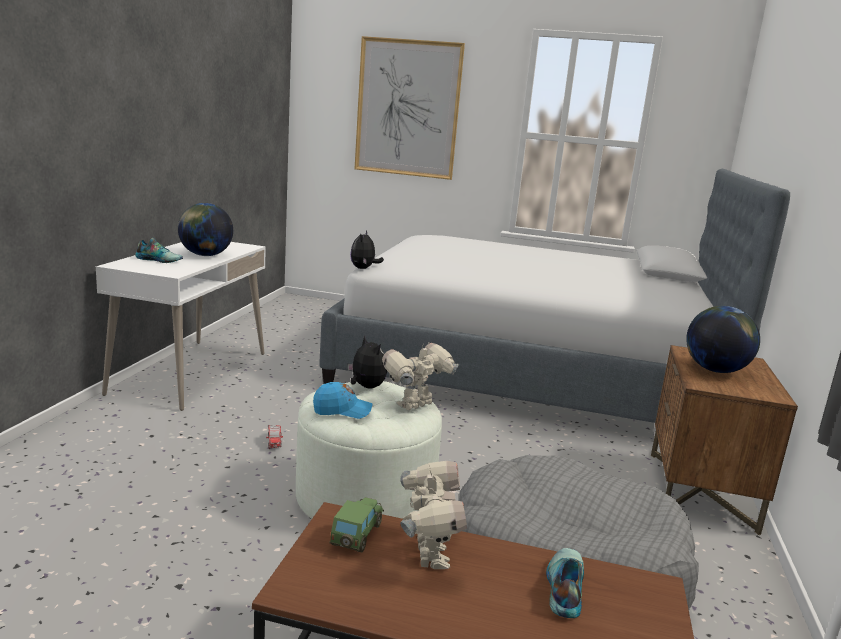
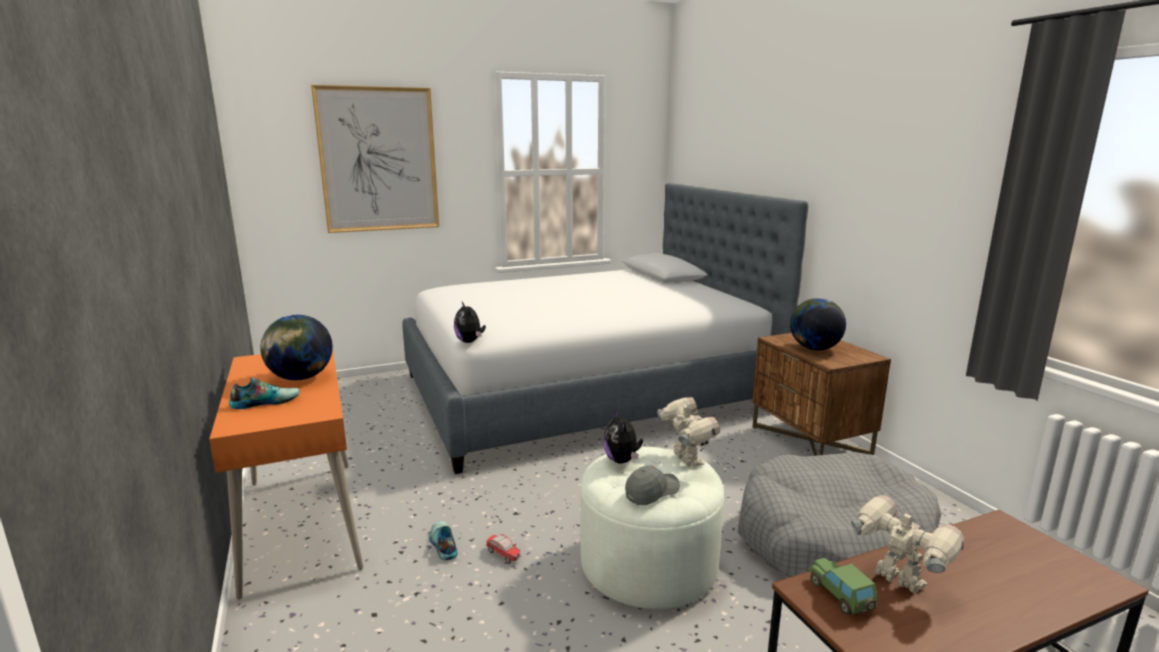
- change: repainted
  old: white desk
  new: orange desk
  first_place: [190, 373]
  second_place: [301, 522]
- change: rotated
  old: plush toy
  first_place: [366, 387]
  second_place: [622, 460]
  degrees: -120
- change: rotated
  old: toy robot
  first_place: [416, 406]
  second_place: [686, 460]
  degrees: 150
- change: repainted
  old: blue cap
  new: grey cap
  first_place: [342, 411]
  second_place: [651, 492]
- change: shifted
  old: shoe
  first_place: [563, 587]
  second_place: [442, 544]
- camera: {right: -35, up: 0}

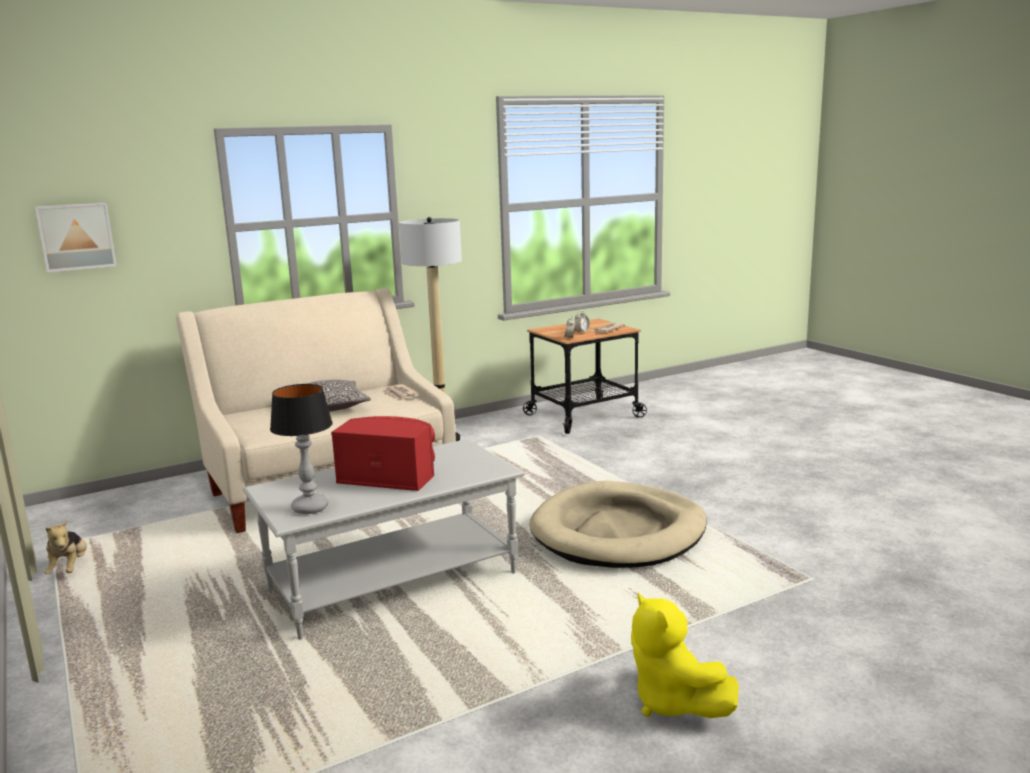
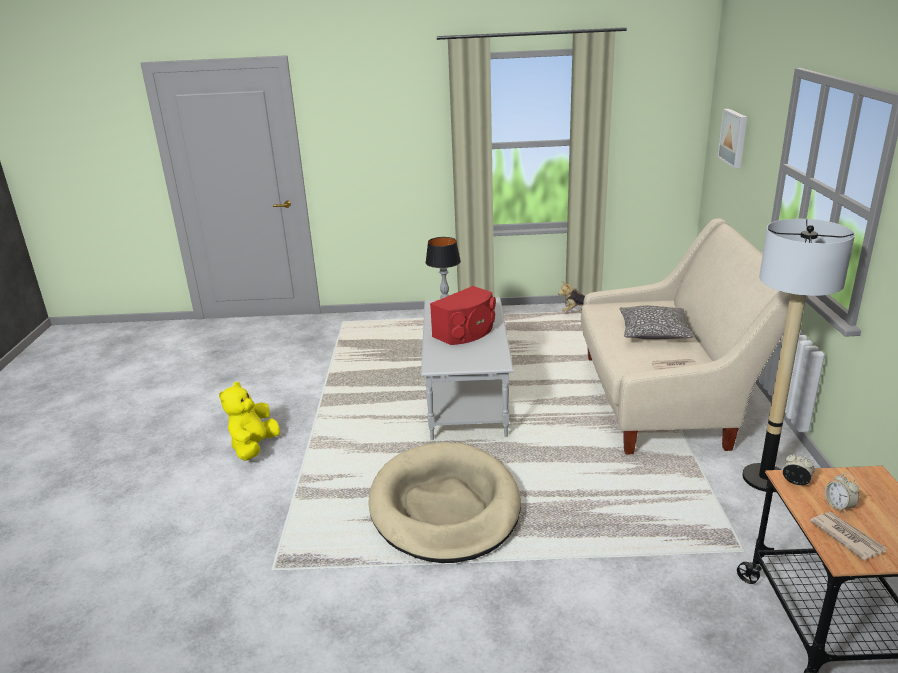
- change: rotated
  old: yellow plush toy
  first_place: [673, 702]
  second_place: [254, 447]
  degrees: -75
- camera: {right: 120, up: 10}

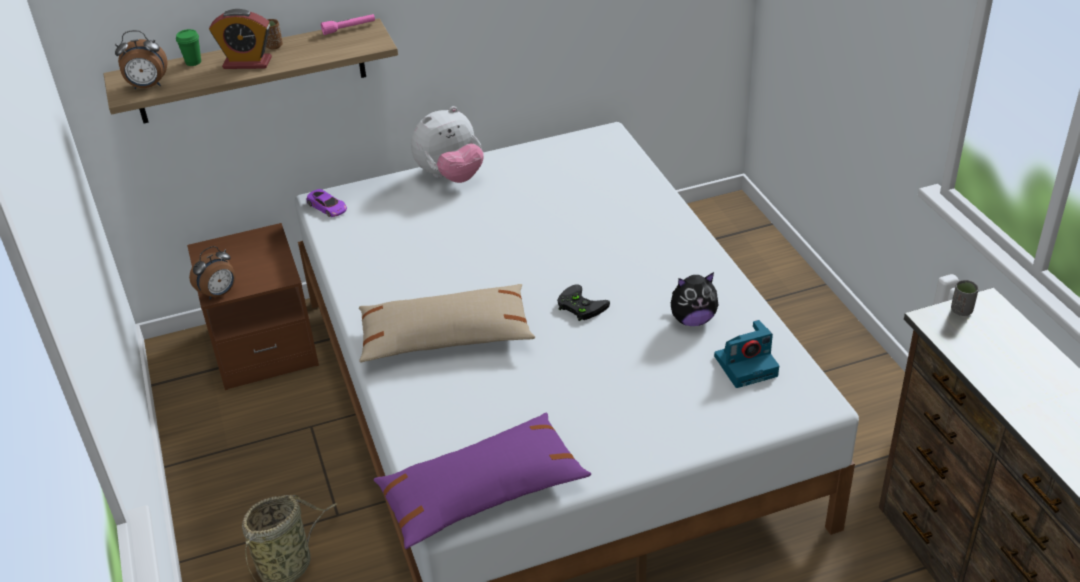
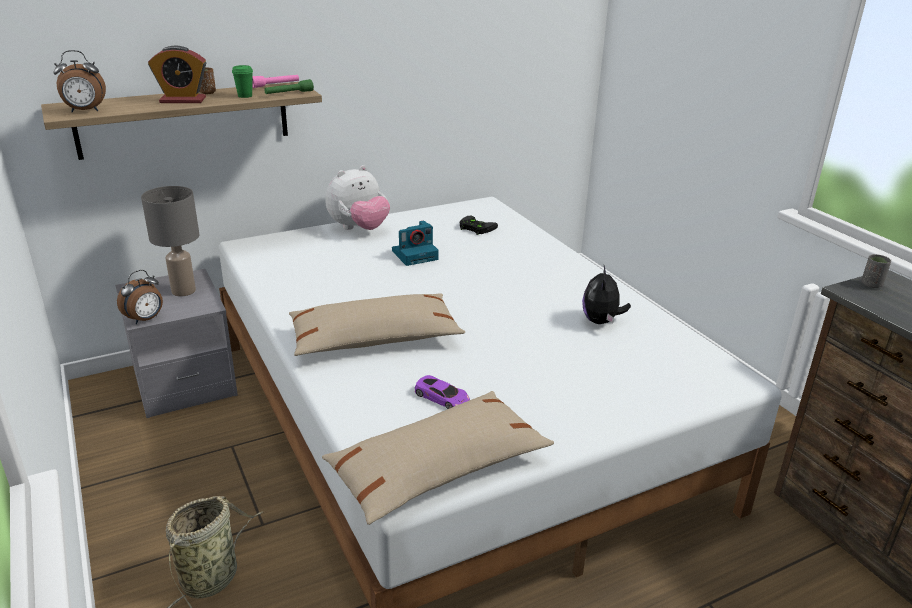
- change: shifted
  old: green cup
  first_place: [193, 62]
  second_place: [245, 96]
- change: shifted
  old: purple toy car
  first_place: [327, 207]
  second_place: [442, 397]
- change: repainted
  old: brown nightstand
  new: grey nightstand
  first_place: [263, 346]
  second_place: [184, 382]
- change: rotated
  old: plush toy
  first_place: [692, 320]
  second_place: [601, 321]
  degrees: 120
- change: shifted
  old: black game controller
  first_place: [579, 306]
  second_place: [475, 227]
- change: shifted
  old: photo camera
  first_place: [746, 365]
  second_place: [415, 255]
- change: repainted
  old: purple pillow
  new: beige pillow
  first_place: [482, 492]
  second_place: [438, 469]
- change: new
  new: green flashlight
  second_place: [289, 93]
- change: new
  new: grey table lamp
  second_place: [183, 291]
- camera: {right: -10, up: -10}

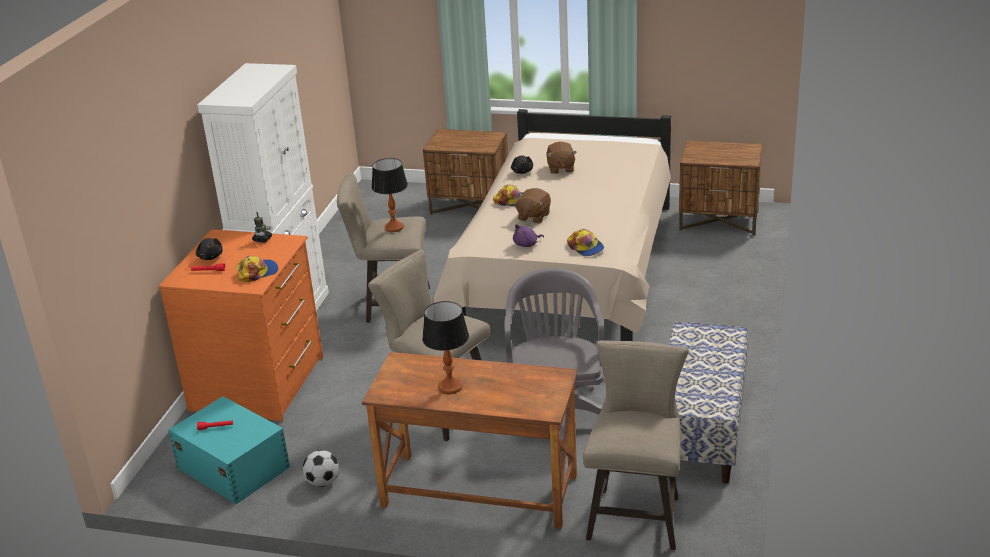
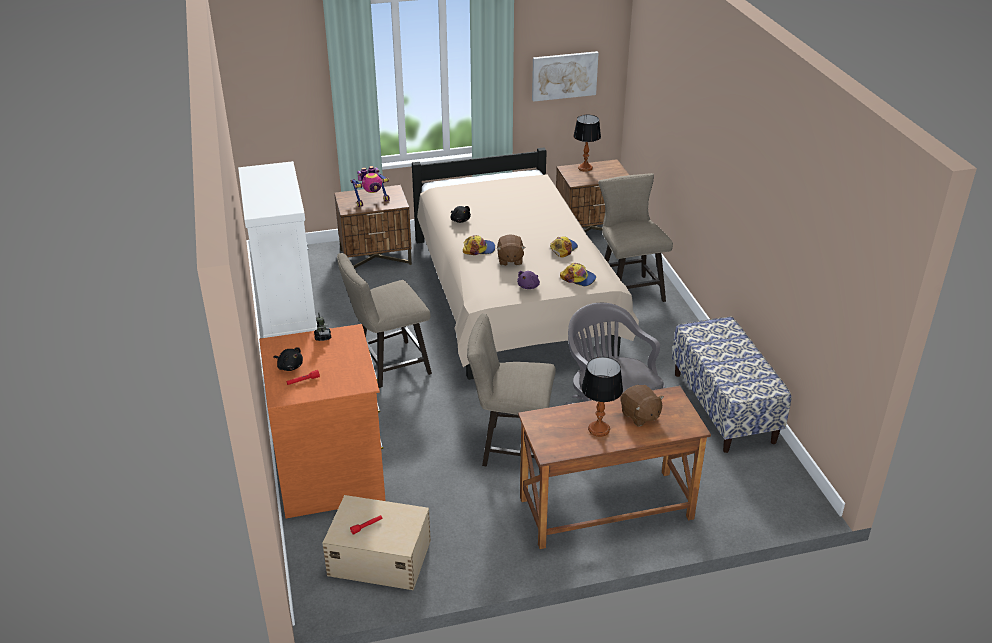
- change: shifted
  old: brown plush toy
  first_place: [560, 168]
  second_place: [640, 416]
- change: shifted
  old: table lamp
  first_place: [394, 227]
  second_place: [585, 168]
- change: shifted
  old: cap
  first_place: [257, 272]
  second_place: [563, 248]
- change: shifted
  old: beige stool
  first_place: [636, 513]
  second_place: [628, 289]
- change: repainted
  old: turquoise storage box
  new: beige storage box
  first_place: [233, 467]
  second_place: [378, 557]
- change: gone
  old: football
  first_place: [323, 482]
- change: new
  new: picture
  second_place: [564, 75]
- change: new
  new: toy robot
  second_place: [372, 201]
- camera: {right: -30, up: 5}

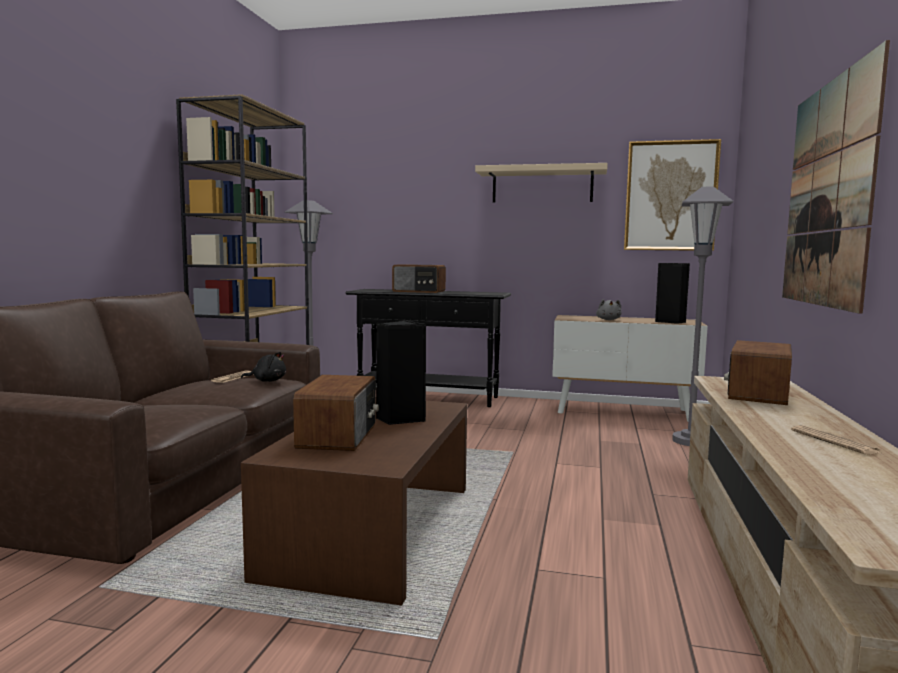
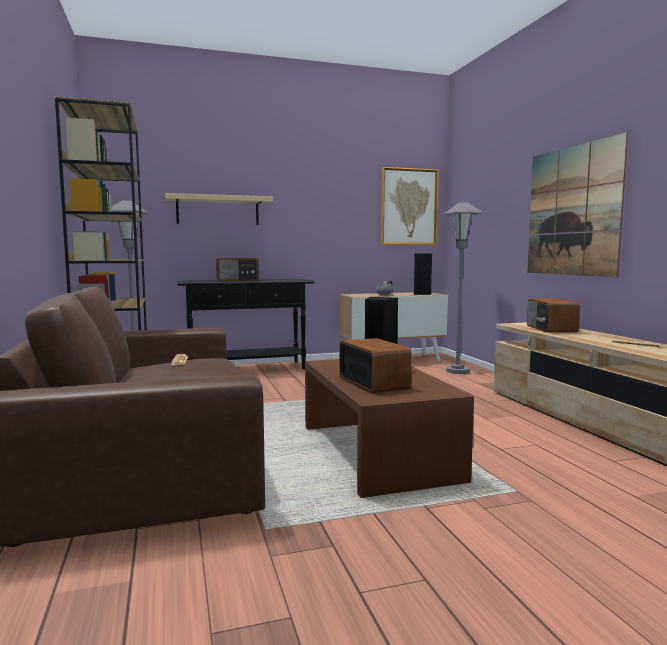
- change: shifted
  old: beige shelf
  first_place: [542, 185]
  second_place: [218, 211]
- change: gone
  old: black plush toy
  first_place: [267, 381]
- camera: {right: -30, up: 0}

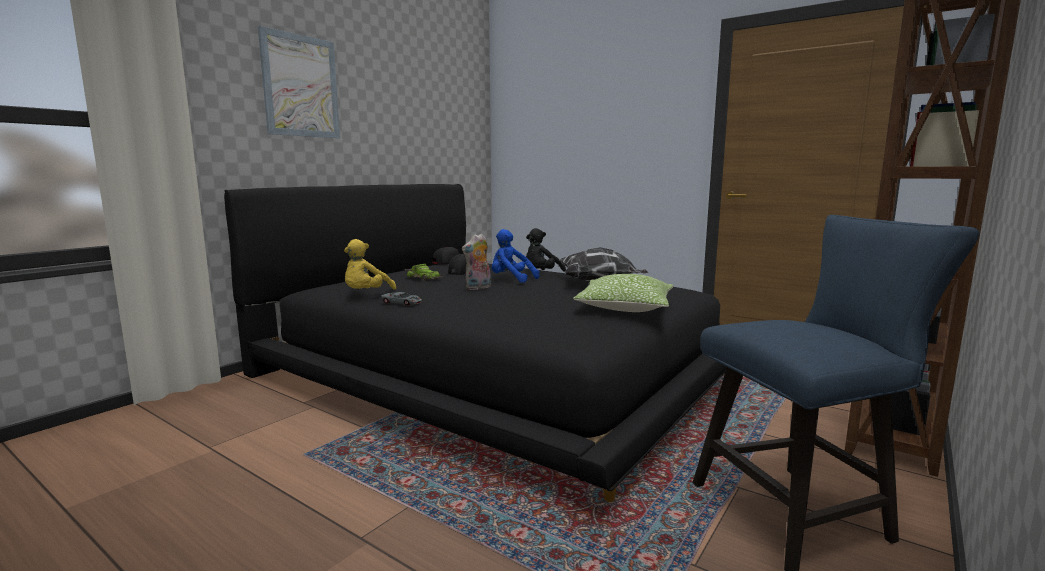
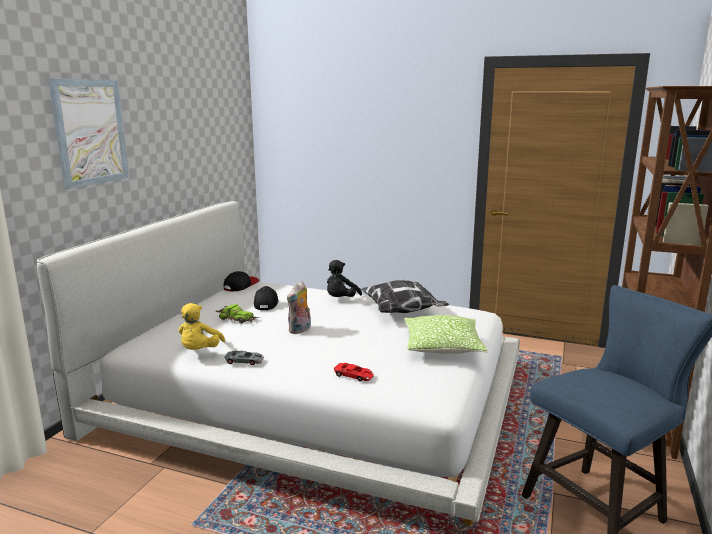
- change: repainted
  old: black bed
  new: white bed
  first_place: [494, 371]
  second_place: [312, 399]
- change: gone
  old: blue plush toy
  first_place: [511, 279]
- change: new
  new: red toy car
  second_place: [354, 375]
- camera: {right: -15, up: 5}

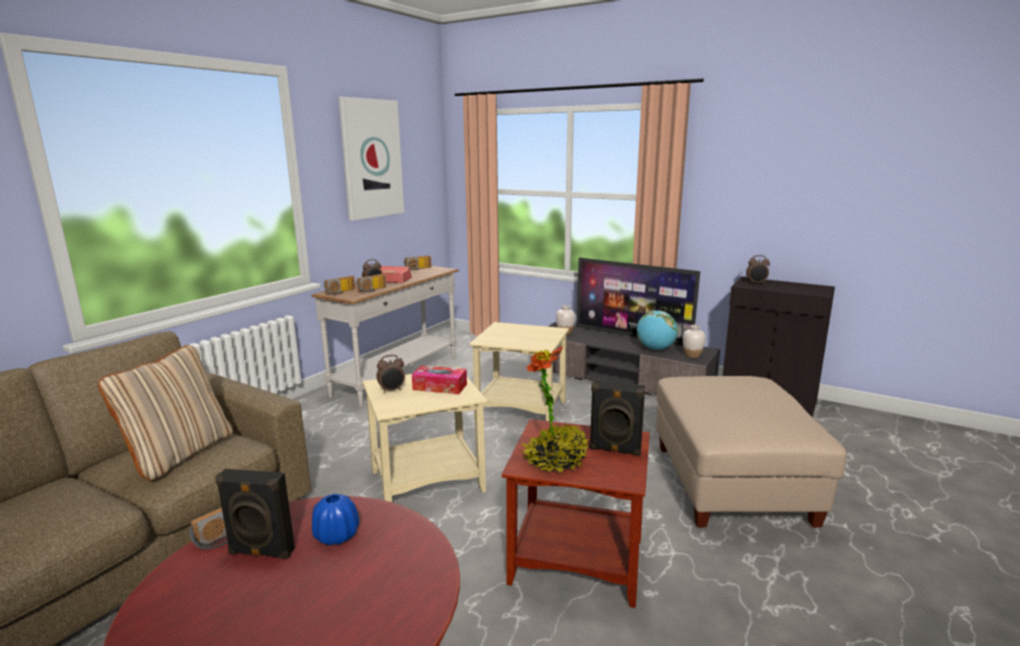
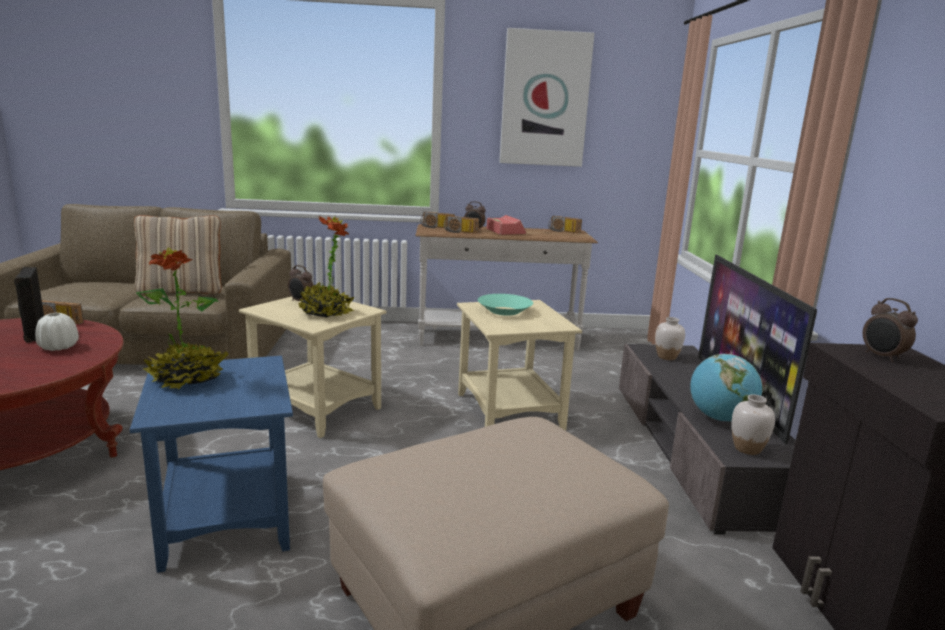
- change: swapped
  old: tissue box
  new: potted plant
  first_place: [440, 387]
  second_place: [326, 313]
- change: gone
  old: black speaker
  first_place: [615, 450]
- change: repainted
  old: brown side table
  new: blue side table
  first_place: [576, 562]
  second_place: [223, 517]
- change: repainted
  old: blue vase
  new: white vase
  first_place: [336, 536]
  second_place: [59, 347]
- change: new
  new: turquoise bowl
  second_place: [504, 311]
- camera: {right: 55, up: 0}

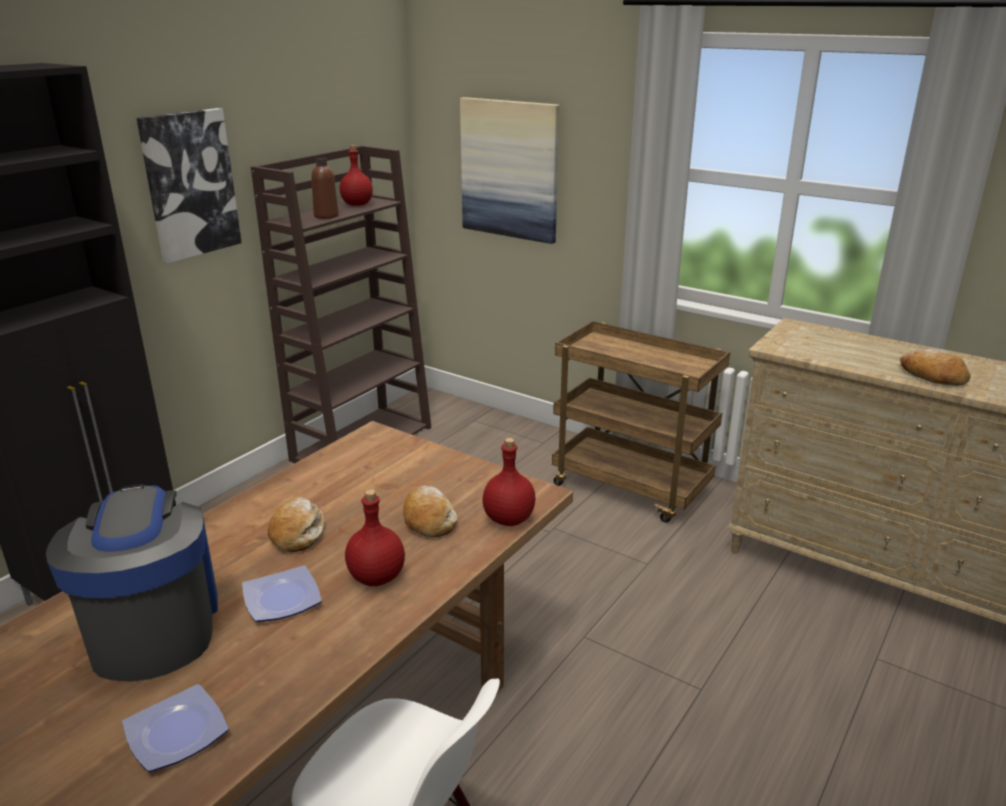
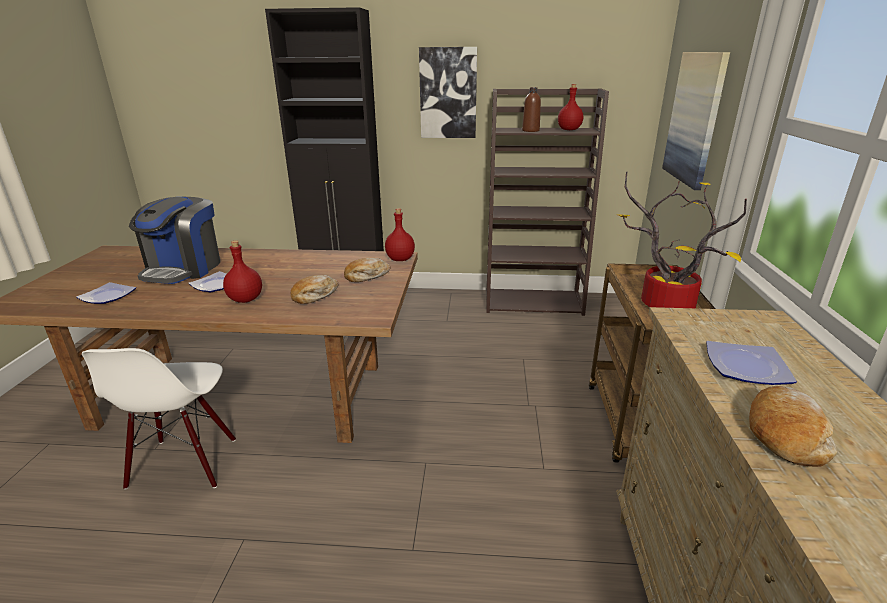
- change: shifted
  old: red bottle
  first_place: [509, 519]
  second_place: [400, 259]
- change: rotated
  old: coffee machine
  first_place: [153, 627]
  second_place: [184, 269]
  degrees: 150
- change: shifted
  old: bread
  first_place: [297, 532]
  second_place: [366, 276]
- change: new
  new: potted plant
  second_place: [662, 304]
- change: new
  new: plate
  second_place: [748, 368]
- camera: {right: 60, up: 0}

